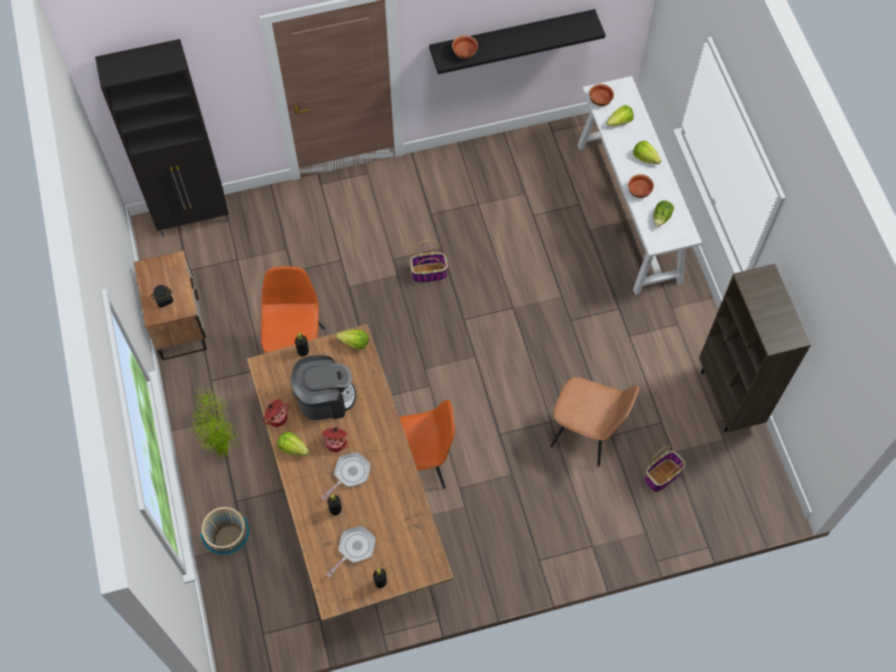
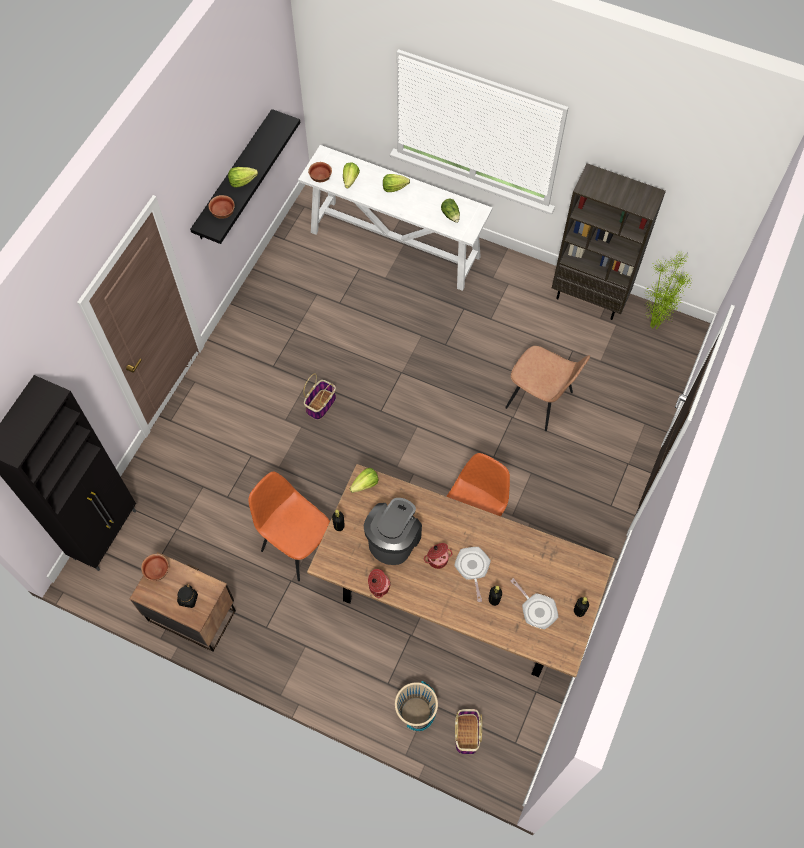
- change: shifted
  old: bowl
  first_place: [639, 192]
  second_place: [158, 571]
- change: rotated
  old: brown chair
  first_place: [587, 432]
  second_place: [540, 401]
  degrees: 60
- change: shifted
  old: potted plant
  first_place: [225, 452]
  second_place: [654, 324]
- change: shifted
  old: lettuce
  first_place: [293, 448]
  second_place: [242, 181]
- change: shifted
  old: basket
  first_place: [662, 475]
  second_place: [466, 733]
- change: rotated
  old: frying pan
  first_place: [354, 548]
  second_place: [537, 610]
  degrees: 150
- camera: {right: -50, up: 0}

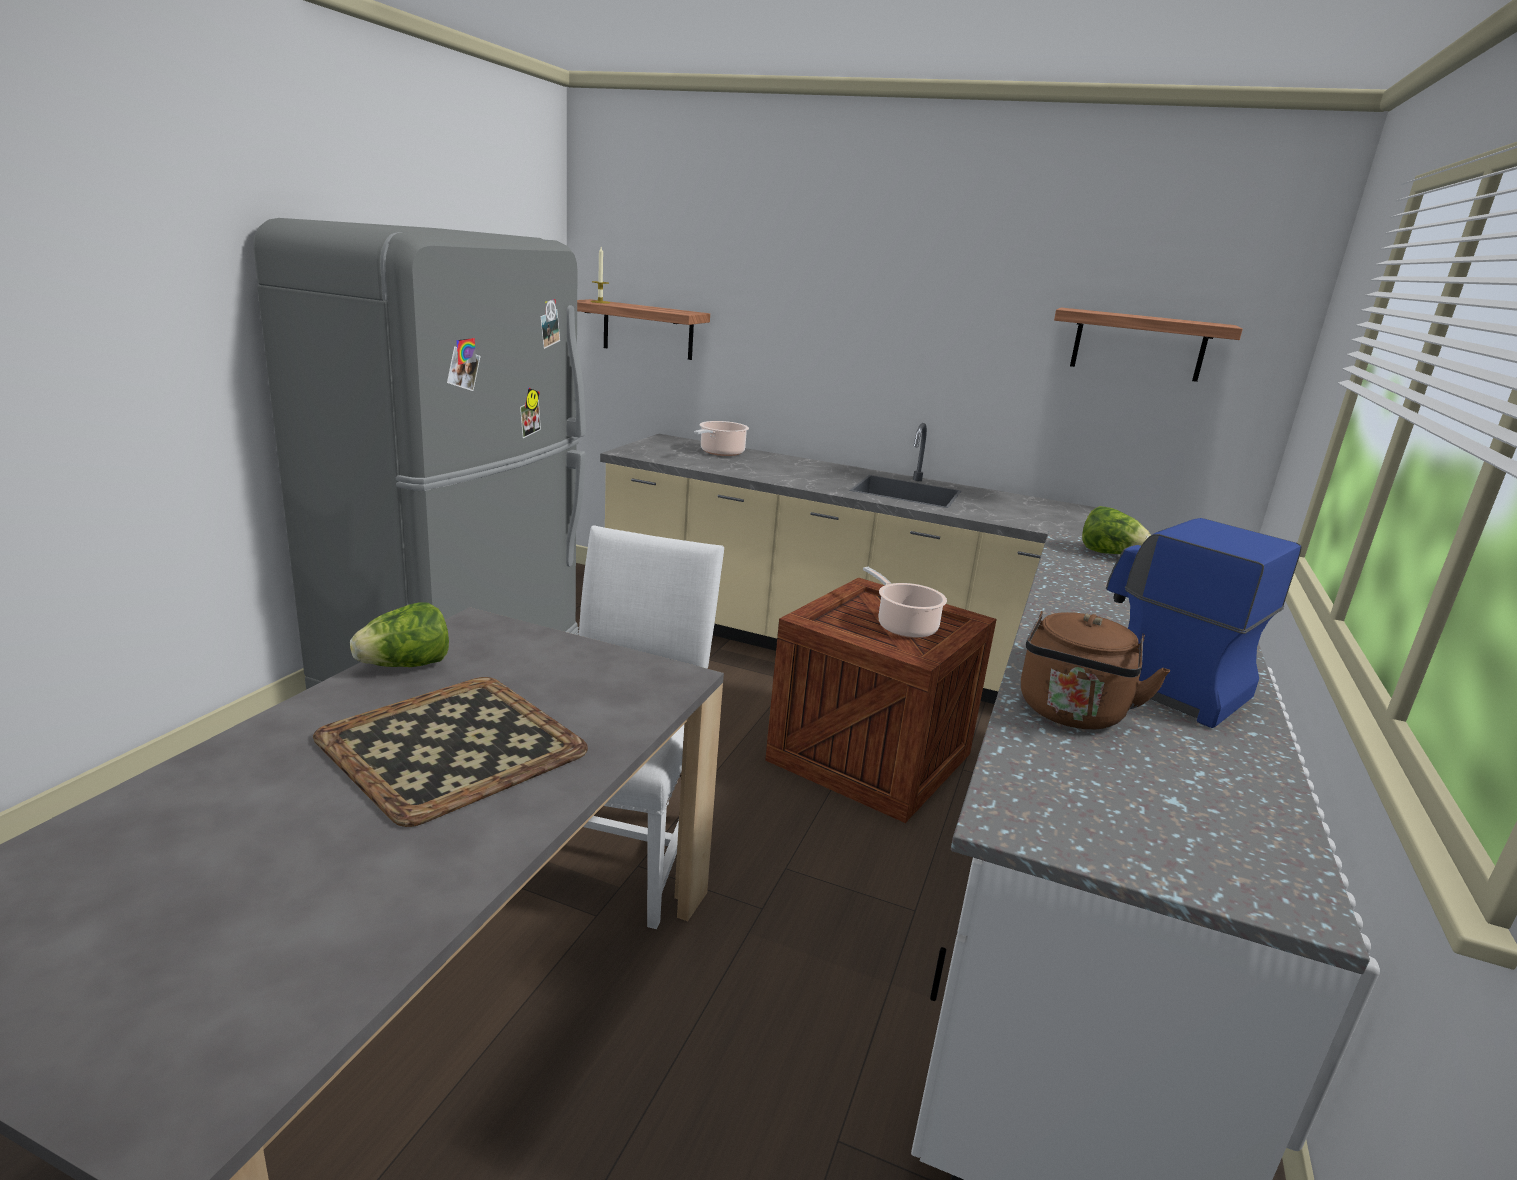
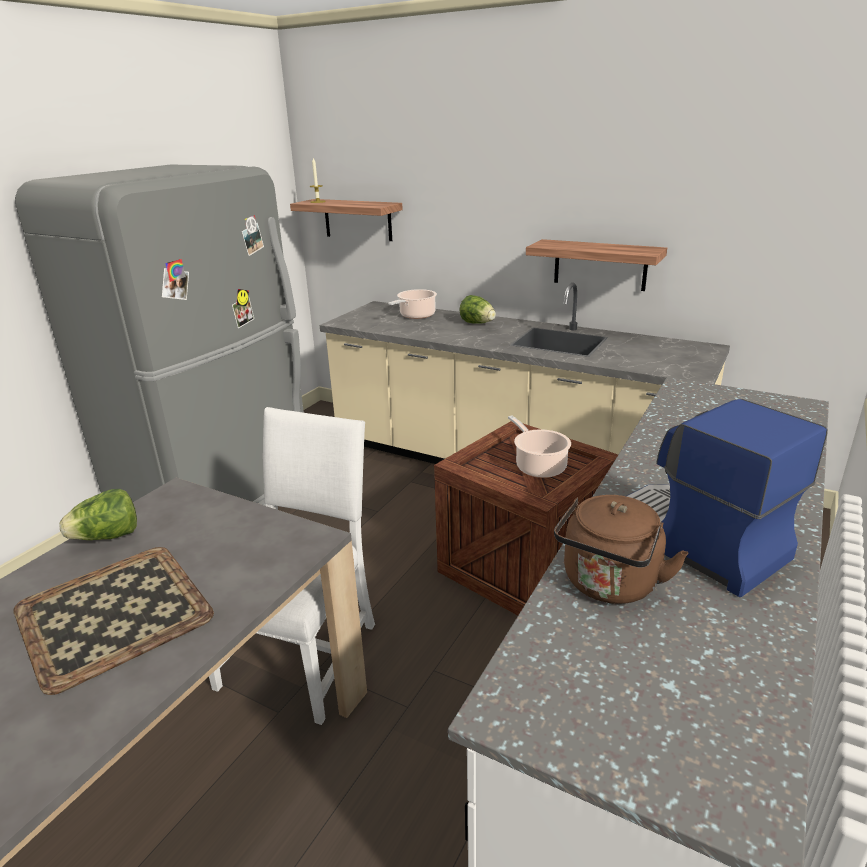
- change: shifted
  old: shelf
  first_place: [1138, 345]
  second_place: [600, 265]
- change: shifted
  old: lettuce
  first_place: [1109, 554]
  second_place: [478, 323]
- camera: {right: 10, up: 5}

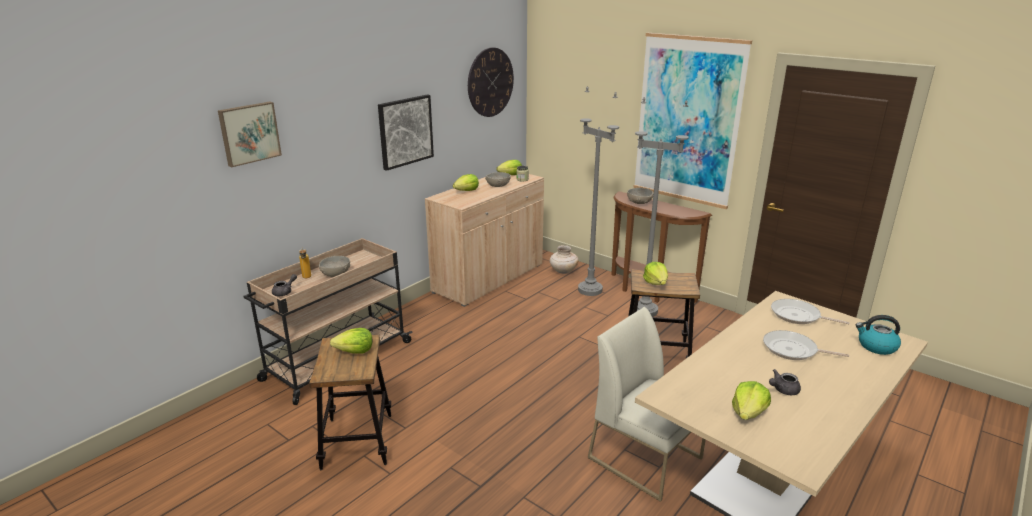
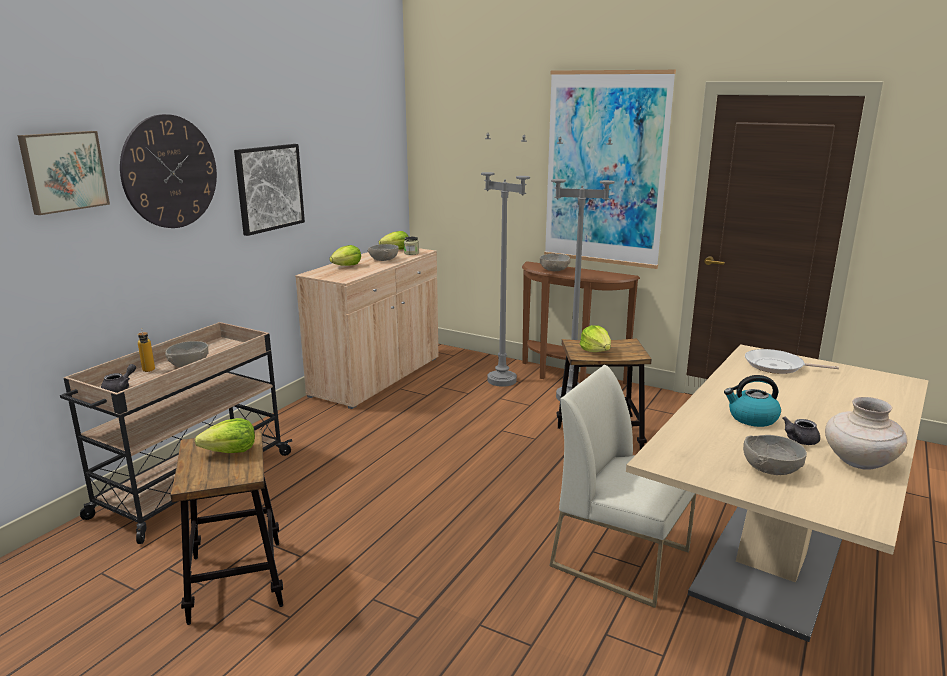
- change: shifted
  old: wall clock
  first_place: [490, 82]
  second_place: [170, 172]
- change: shifted
  old: beige vase
  first_place: [563, 271]
  second_place: [859, 462]
- change: shifted
  old: kettle
  first_place: [876, 346]
  second_place: [752, 418]
- change: gone
  old: frying pan
  first_place: [793, 350]
- change: swapped
  old: lettuce
  new: grey bowl
  first_place: [748, 413]
  second_place: [771, 468]
- camera: {right: -10, up: -5}

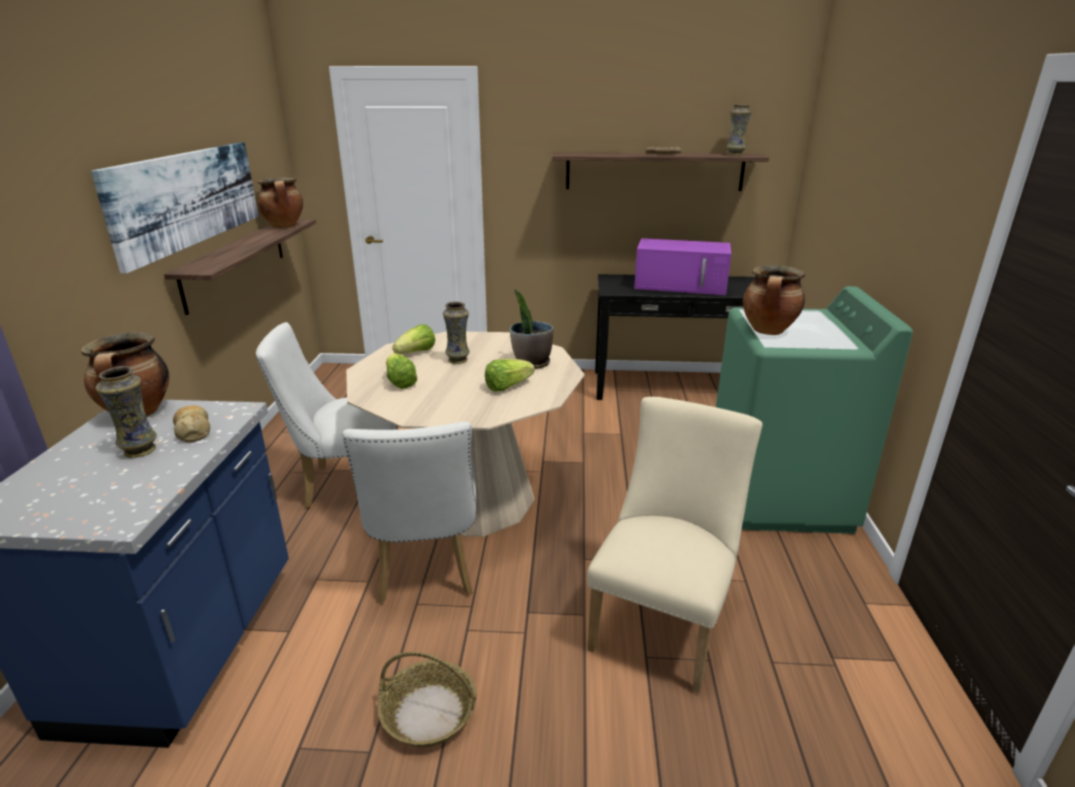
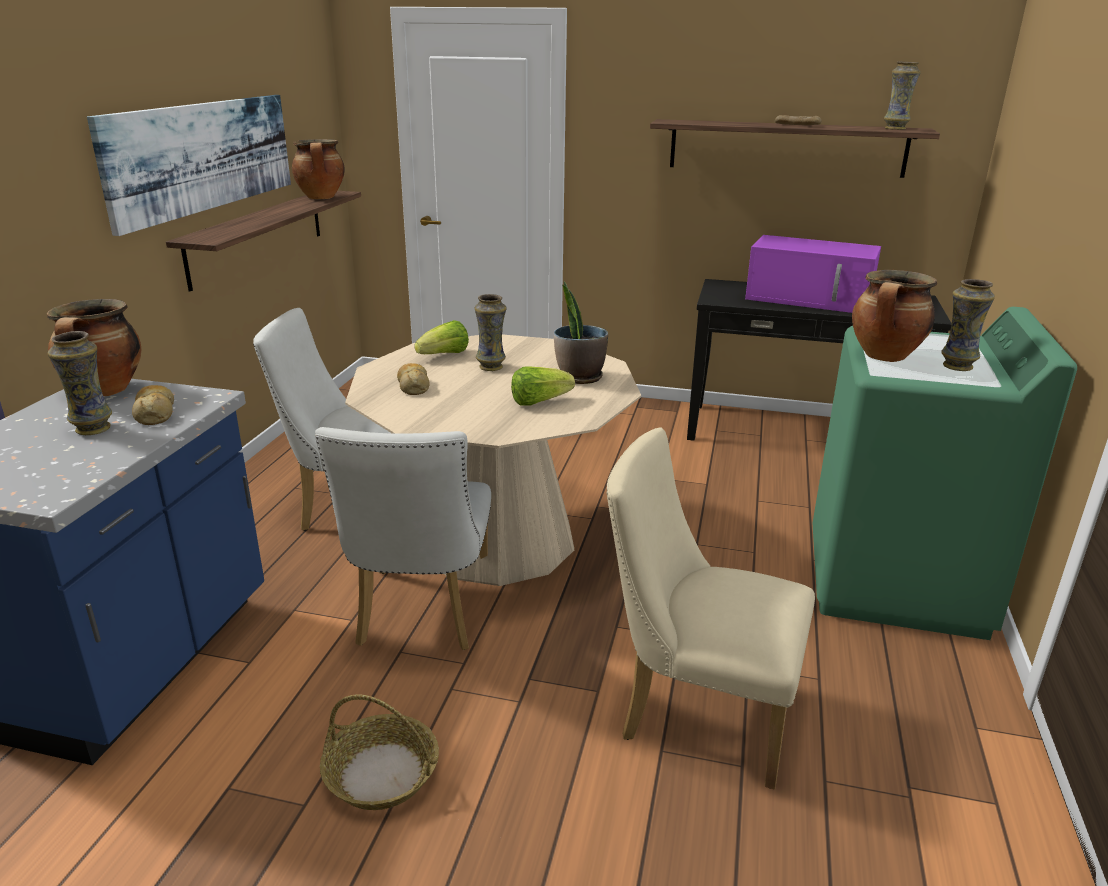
- change: swapped
  old: lettuce
  new: bread
  first_place: [400, 382]
  second_place: [413, 386]
- change: rotated
  old: beige chair
  first_place: [663, 622]
  second_place: [695, 713]
  degrees: -105
- change: new
  new: vase
  second_place: [956, 366]
- camera: {right: 10, up: 0}

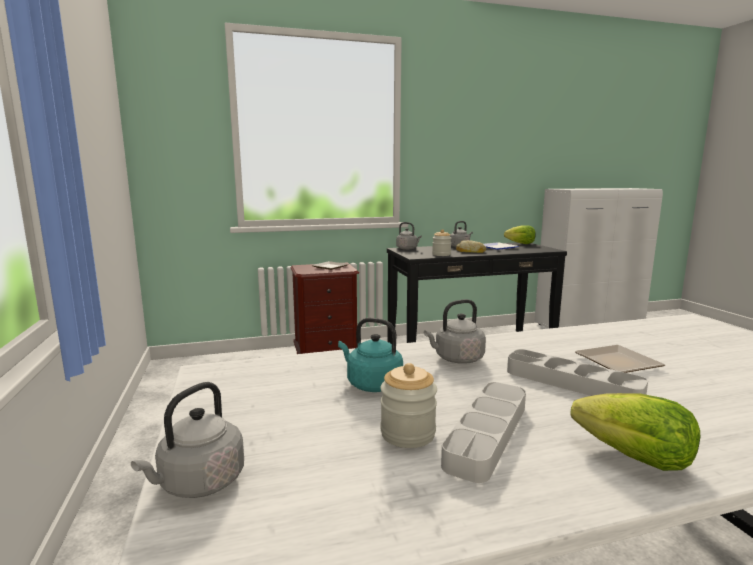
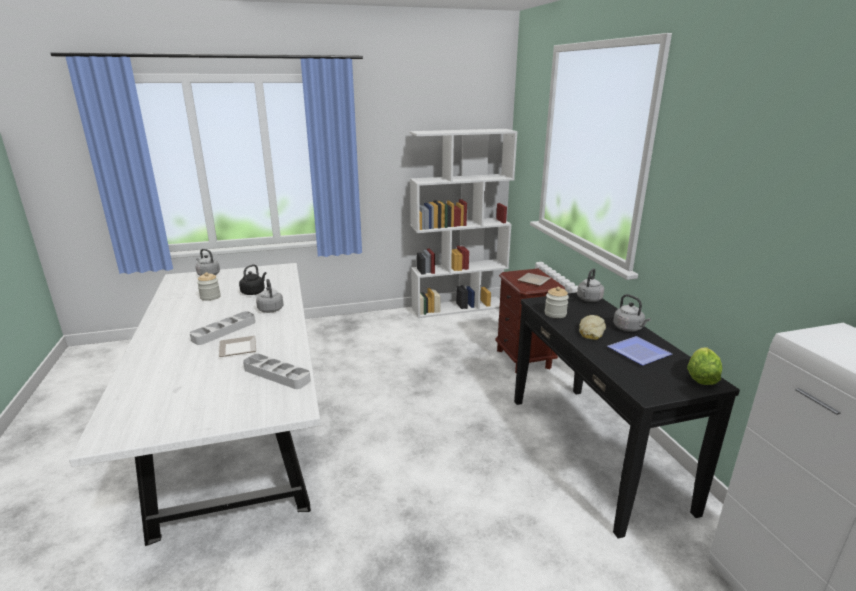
- change: repainted
  old: turquoise kettle
  new: black kettle
  first_place: [371, 384]
  second_place: [254, 292]
- change: shifted
  old: grey tray
  first_place: [487, 434]
  second_place: [277, 375]
- change: gone
  old: lettuce
  first_place: [634, 458]
- change: new
  new: white bookcase
  second_place: [459, 307]
- camera: {right: 90, up: 10}

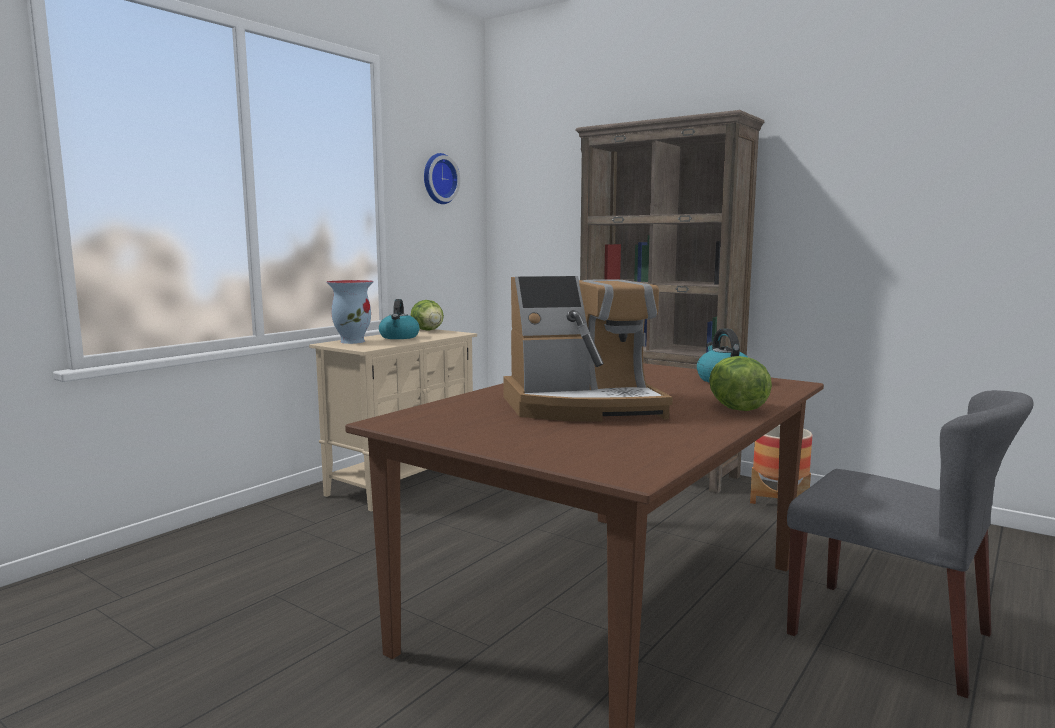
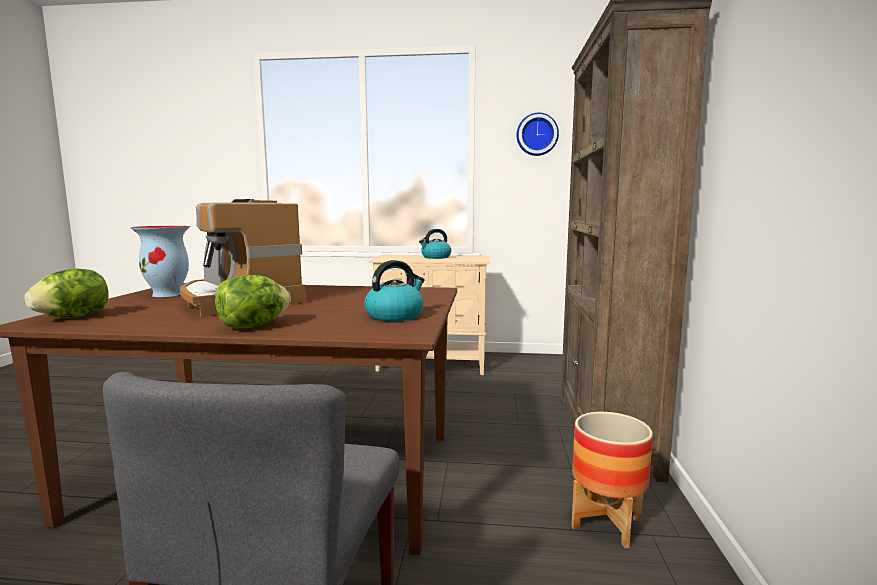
- change: shifted
  old: vase
  first_place: [353, 341]
  second_place: [168, 294]
- change: shifted
  old: lettuce
  first_place: [428, 330]
  second_place: [73, 317]
- camera: {right: 60, up: 0}

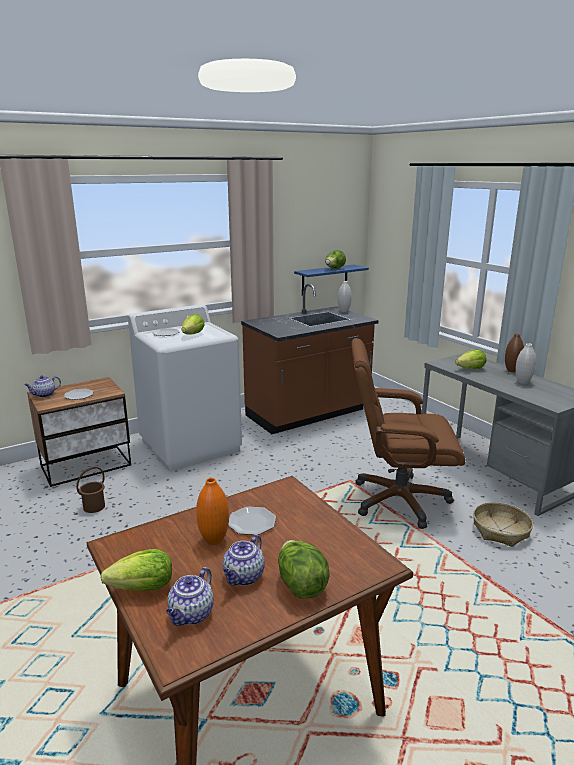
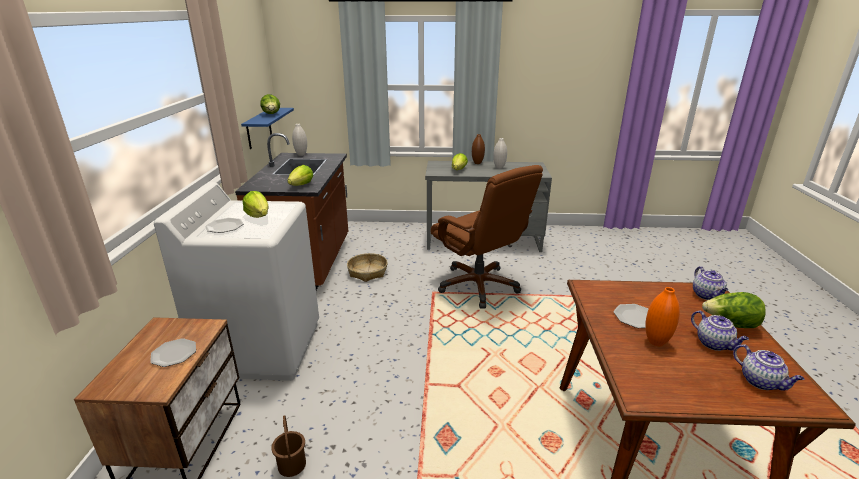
- change: rotated
  old: brown office chair
  first_place: [398, 500]
  second_place: [479, 286]
  degrees: -75
- change: shifted
  old: teapot
  first_place: [44, 395]
  second_place: [707, 295]
- change: shifted
  old: basket
  first_place: [500, 530]
  second_place: [367, 272]
- change: shifted
  old: lettuce
  first_place: [143, 588]
  second_place: [301, 185]
- camera: {right: -55, up: 5}

